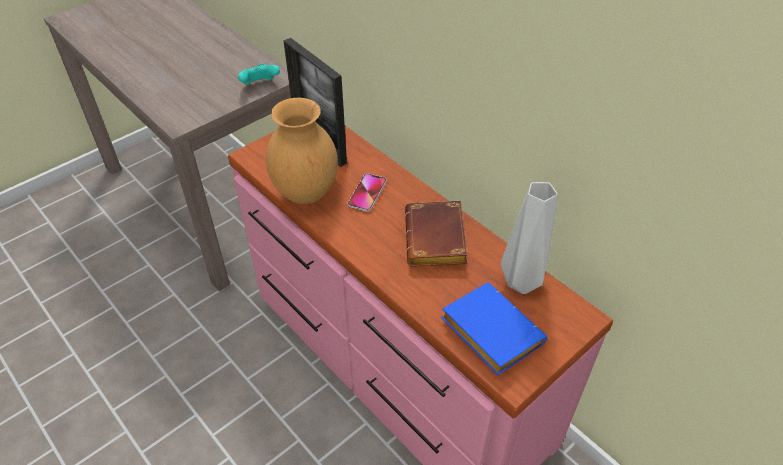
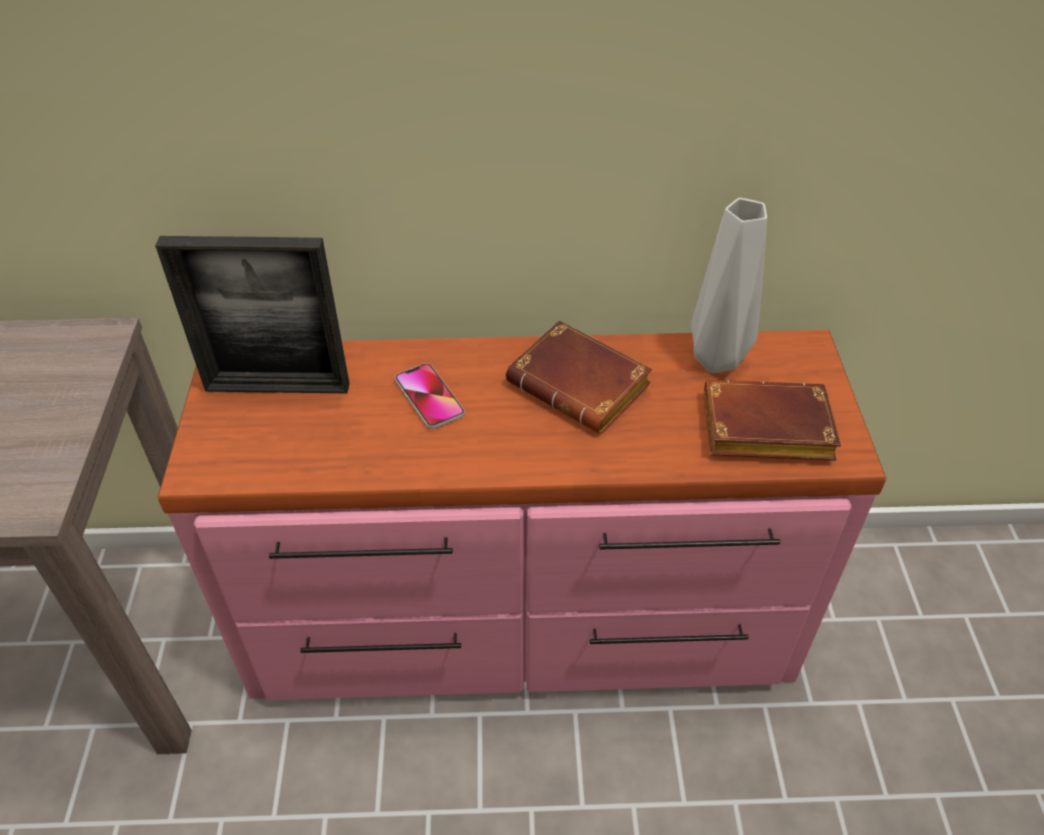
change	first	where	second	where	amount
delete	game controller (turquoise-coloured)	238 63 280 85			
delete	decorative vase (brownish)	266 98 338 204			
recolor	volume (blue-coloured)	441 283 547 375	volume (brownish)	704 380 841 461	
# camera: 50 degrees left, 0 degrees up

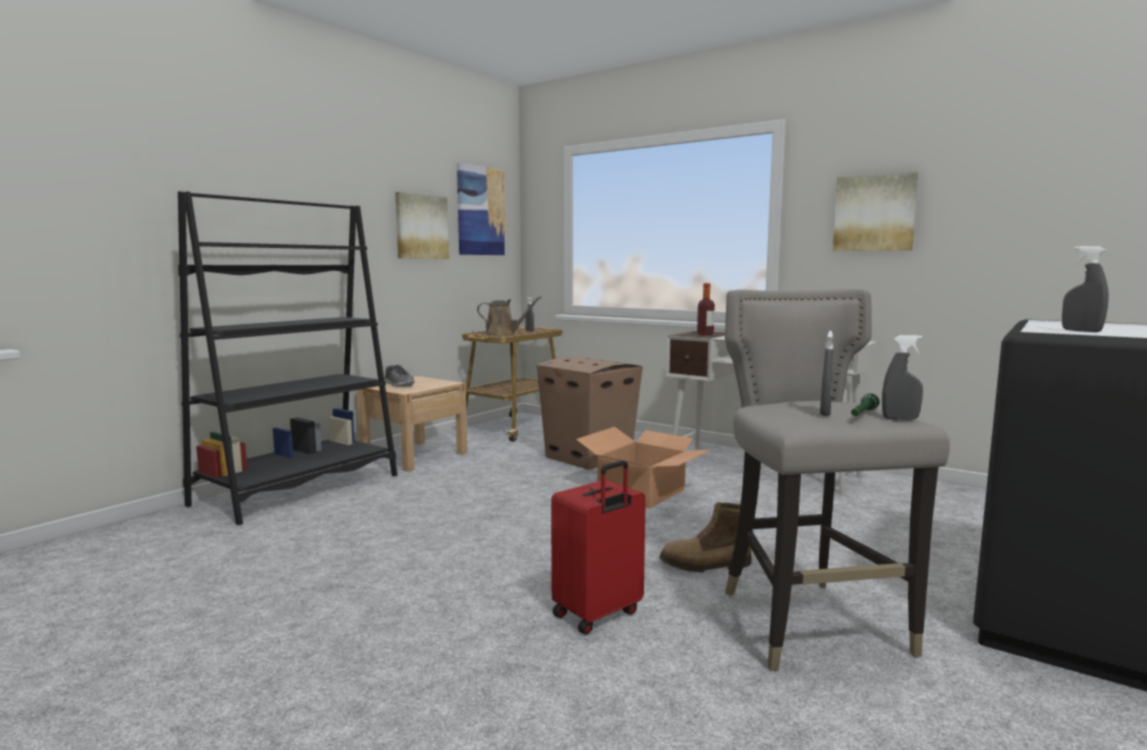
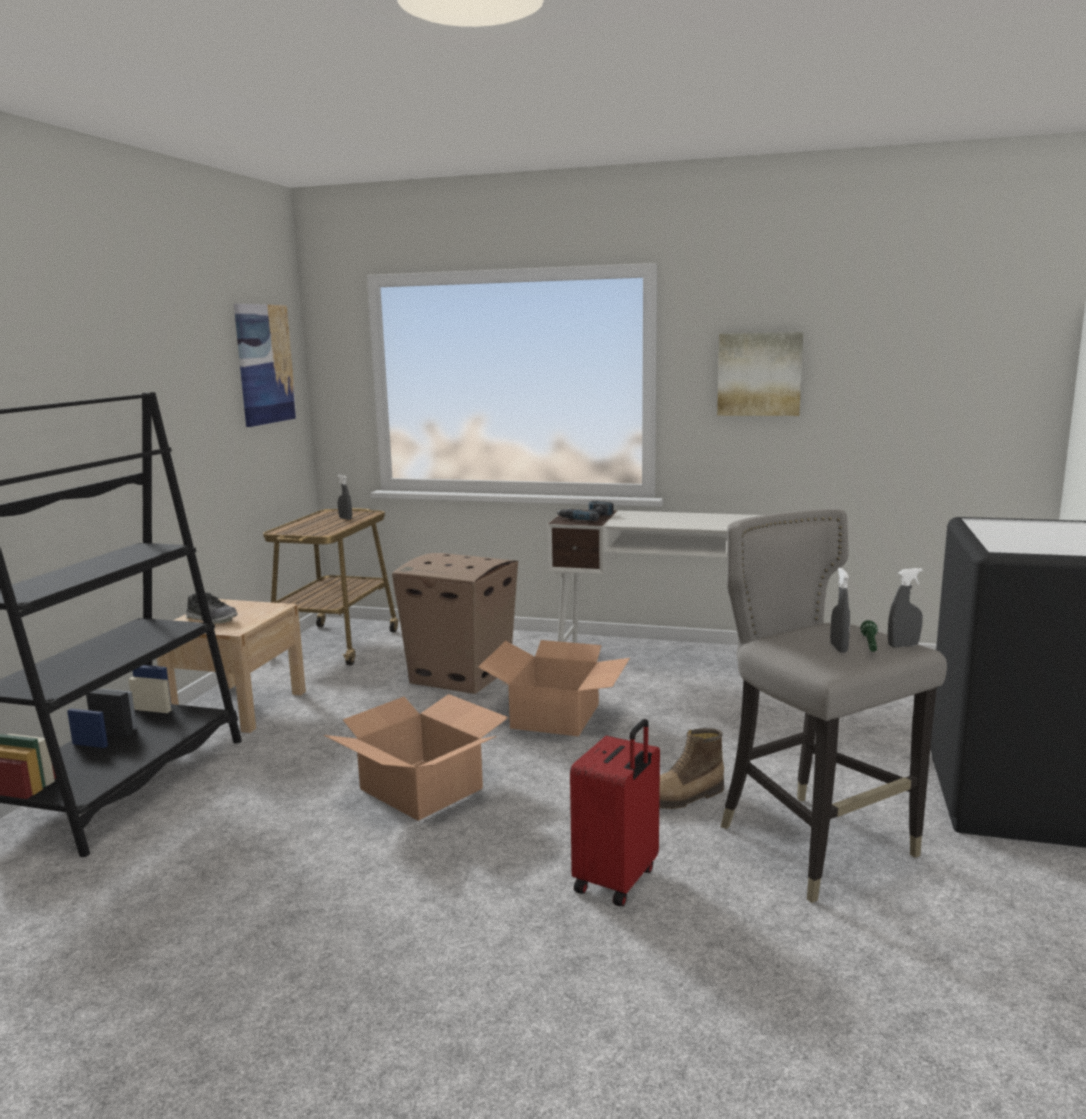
change	first	where	second	where	amount
delete	wall picture	395 192 449 259			
delete	watering pot (brownish)	477 296 542 336			
delete	sprayer (greyish)	1062 246 1109 332			
insert			cardboard box	324 694 509 821	
replace	beverage bottle	697 283 715 335	electric drill	556 501 614 521	
# camera: 20 degrees left, 5 degrees up

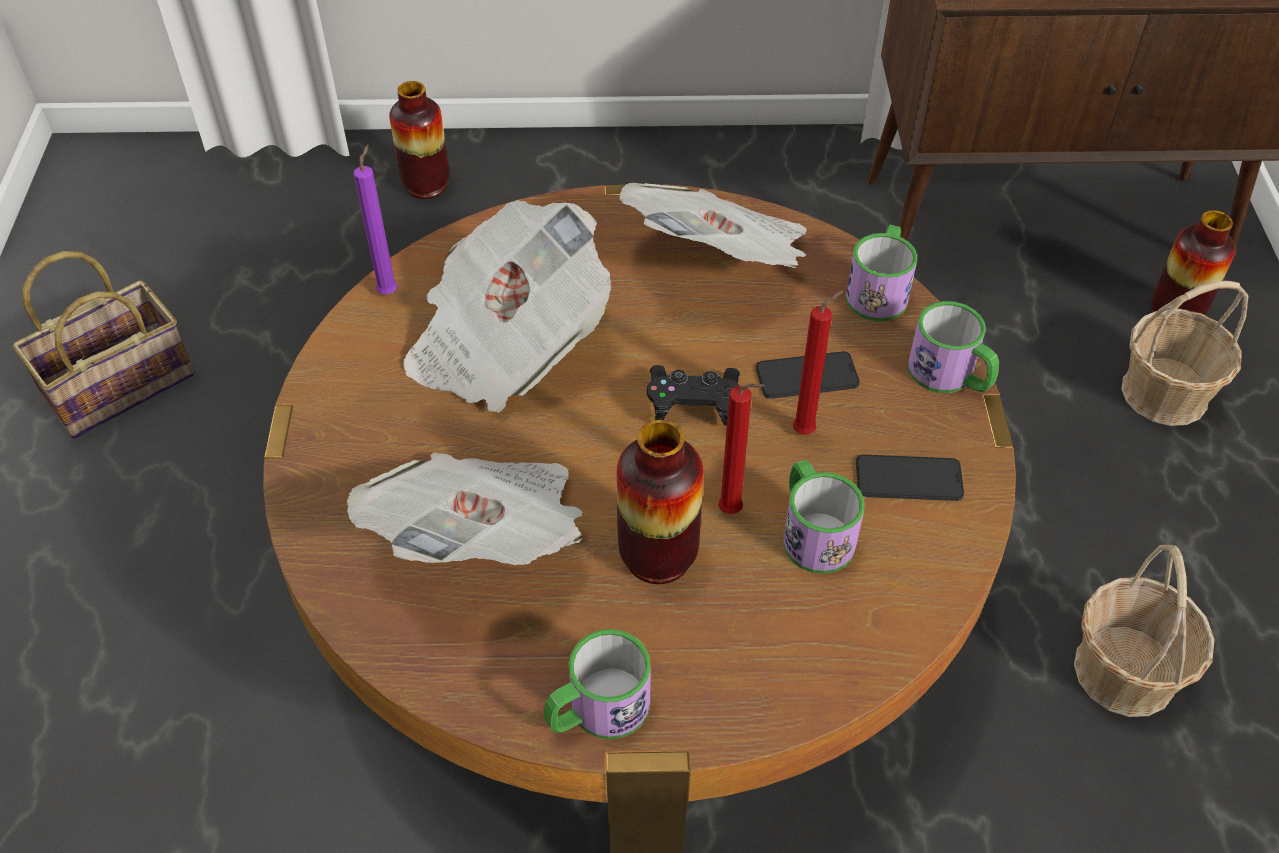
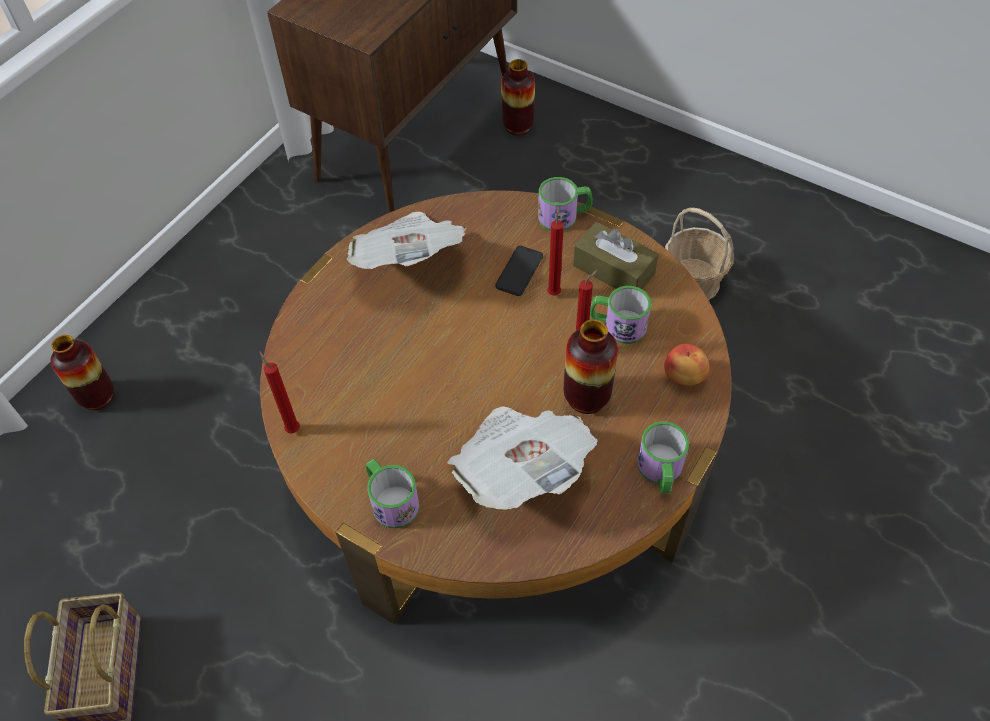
change	first	where	second	where	amount
delete	daily paper	403 200 611 413			
delete	game controller (black)	647 365 740 425			
delete	basket	1121 281 1249 426			
insert			apple fruit	664 344 710 386	
move	tea mug	846 225 917 321		366 459 419 529	
replace	handset	856 455 964 501	tissue box (brownish)	573 222 659 290	
recolor	wax light (purple)	353 144 398 294	wax light (red-coloured)	260 351 300 434	
# camera: 55 degrees left, 5 degrees up

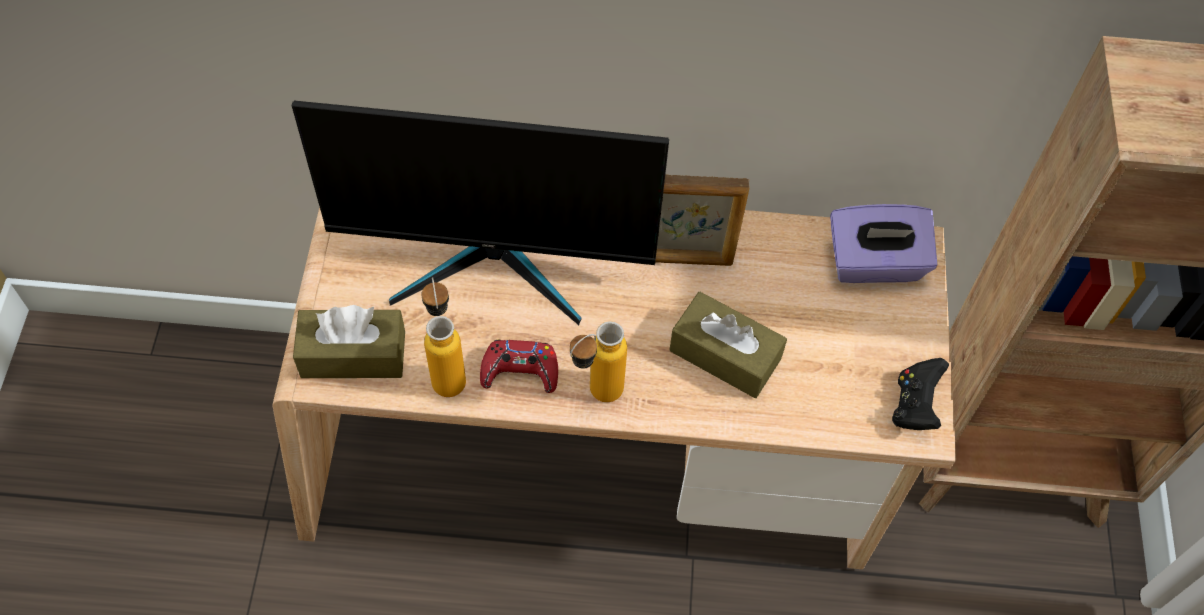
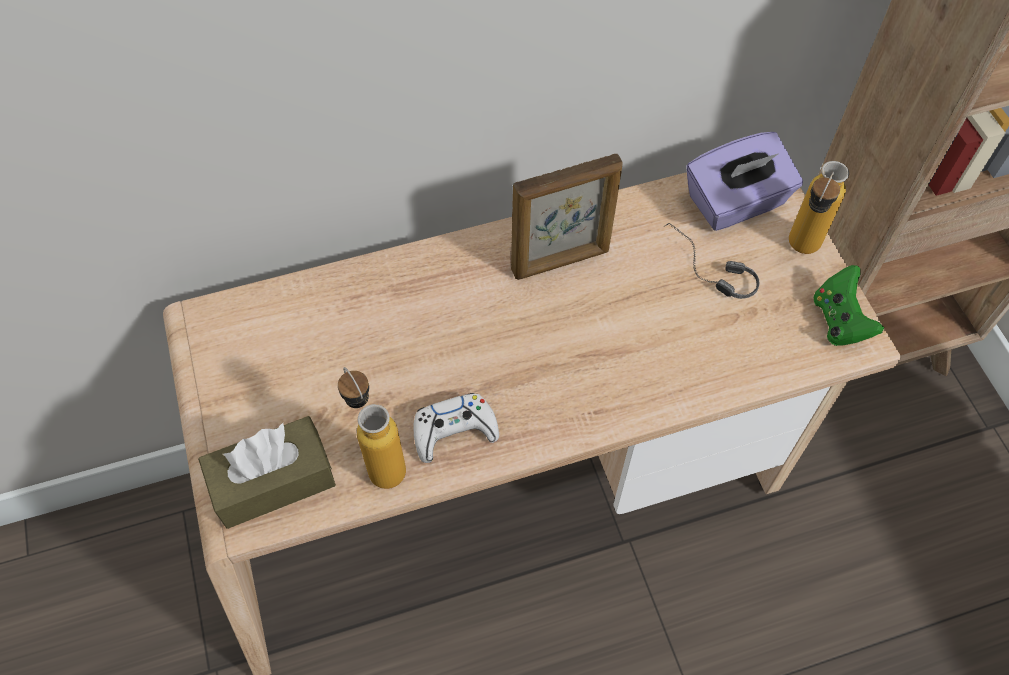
change	first	where	second	where	amount
delete	computer screen	292 101 669 325			
delete	tissue box (brownish)	669 292 787 398			
insert			pair of headphones	664 223 760 299	
move	beverage bottle	570 322 627 402		789 161 849 254	
recolor	game controller (red-coloured)	480 340 558 393	game controller (white)	414 393 499 463	
recolor	game controller (black)	892 358 949 430	game controller (greenish)	814 265 884 346	
# camera: 20 degrees left, 0 degrees up

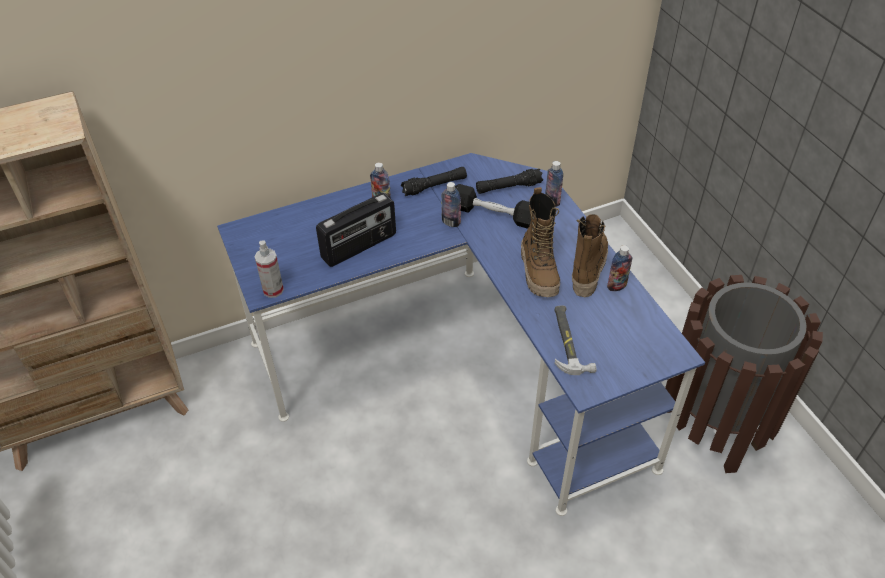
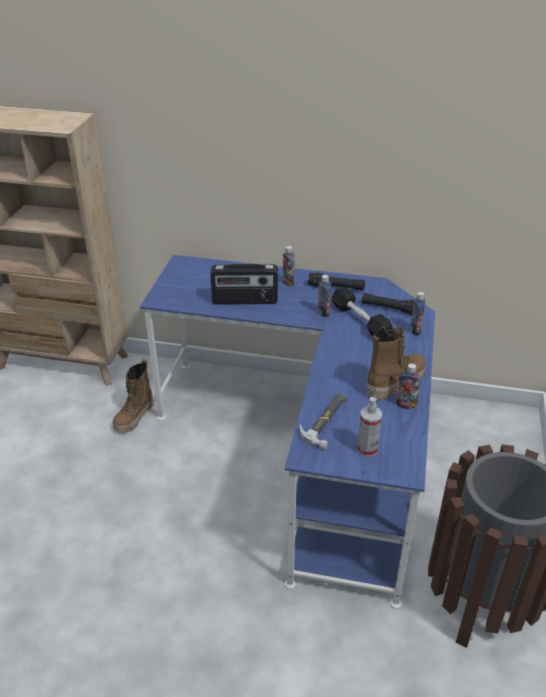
change	first	where	second	where	amount
move	sprayer	254 240 284 298		357 397 382 457	
move	boot	521 187 560 297		113 360 153 433	
# camera: 35 degrees right, 10 degrees down

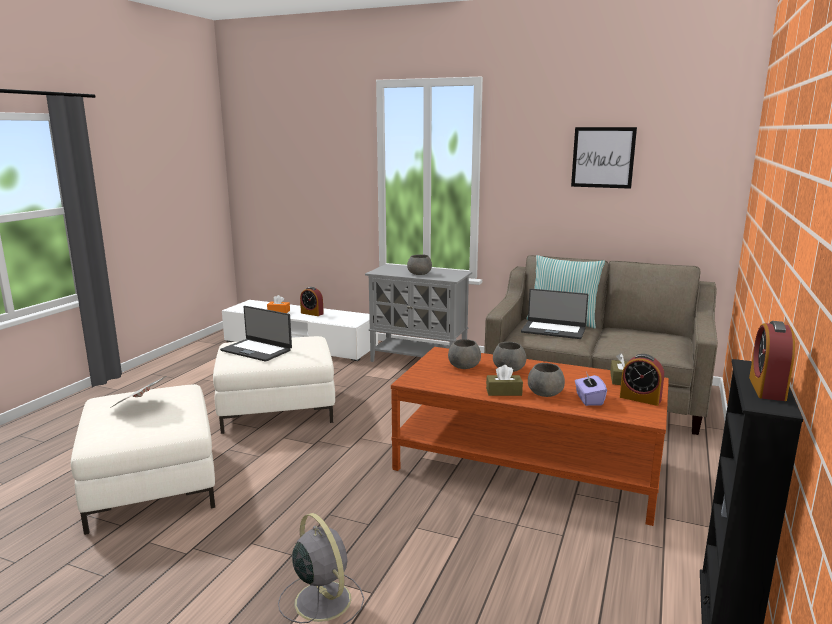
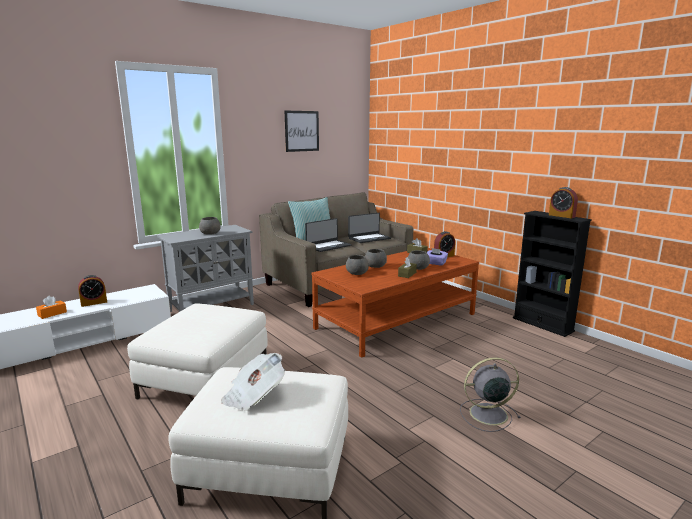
change	first	where	second	where	amount
move	portable computer	220 306 292 362		348 213 391 243	
# camera: 60 degrees left, 0 degrees up

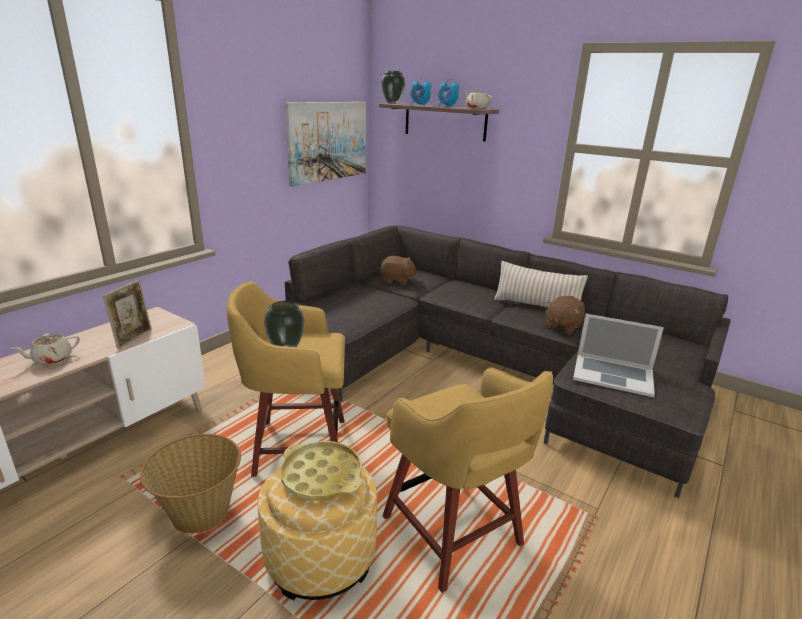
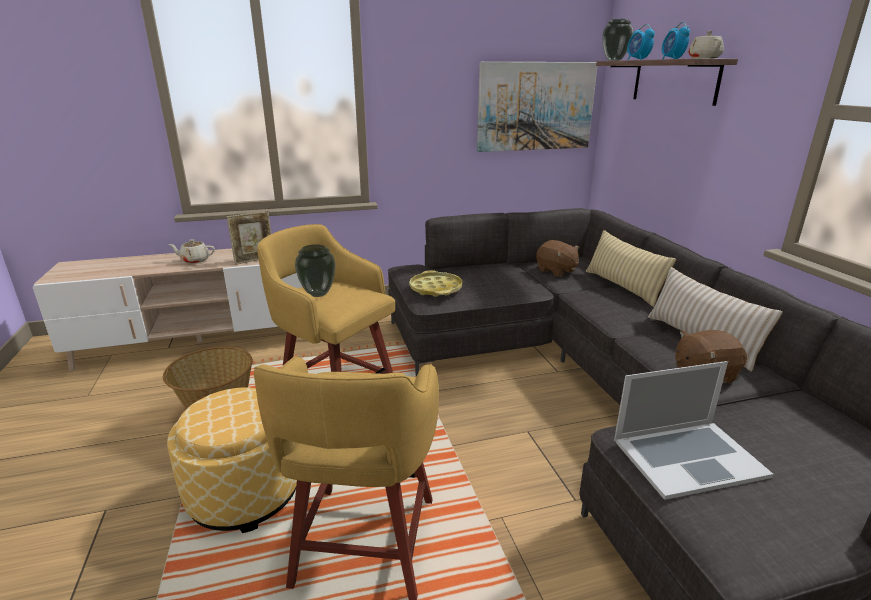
change	first	where	second	where	amount
insert			throw pillow (sand-coloured)	586 230 676 307	
move	tray (yellow-coloured)	281 441 362 501		409 270 462 297	
rotate	portable computer	573 314 664 397		614 361 773 500	75 degrees counterclockwise
# camera: 40 degrees right, 0 degrees up

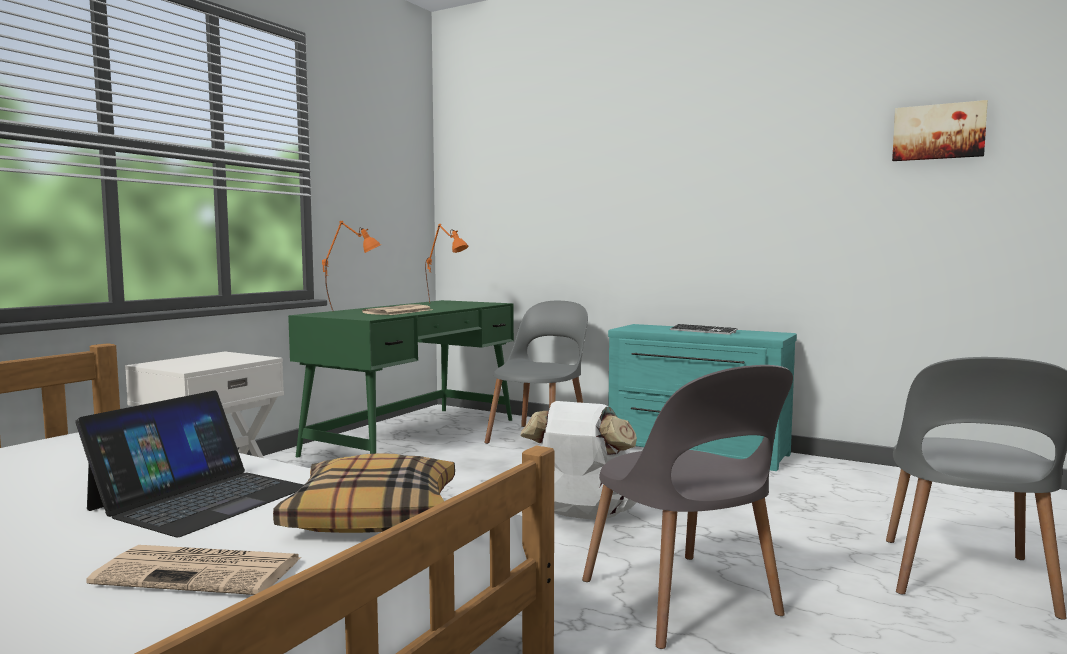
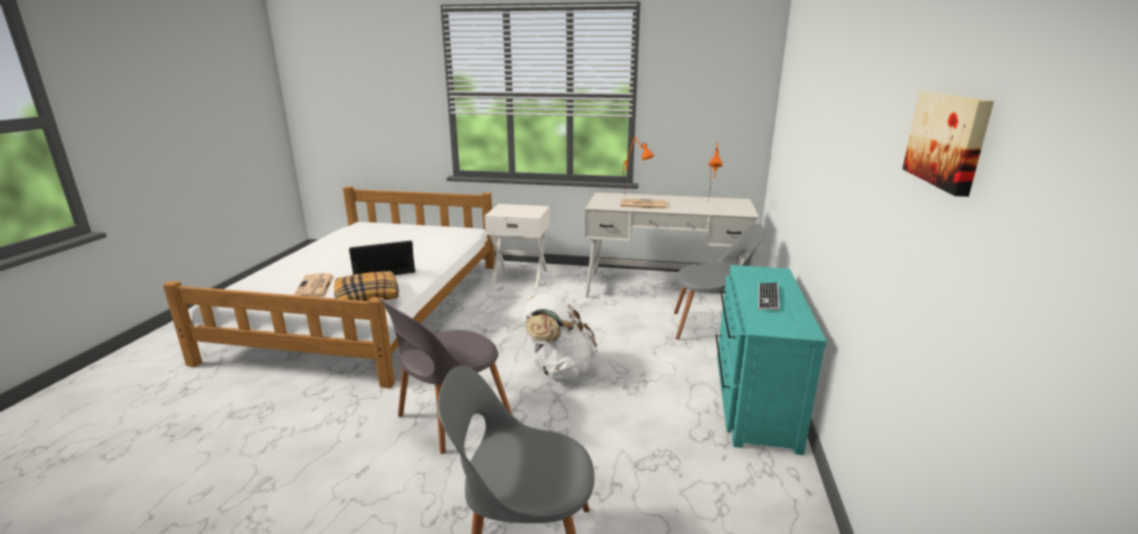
change	first	where	second	where	amount
recolor	desk unit (greenish)	288 300 514 457	desk unit (white)	585 192 759 298	
rotate	portable computer	75 390 304 537		349 240 415 275	150 degrees clockwise
# camera: 70 degrees right, 15 degrees up

